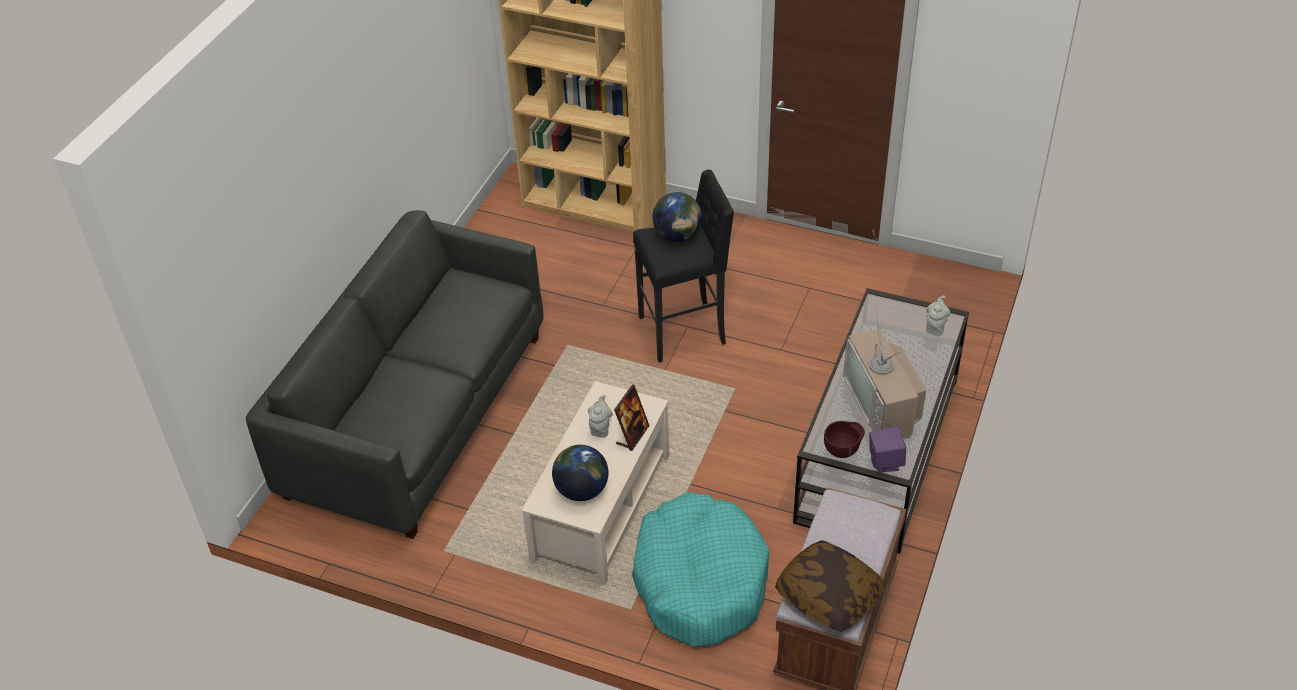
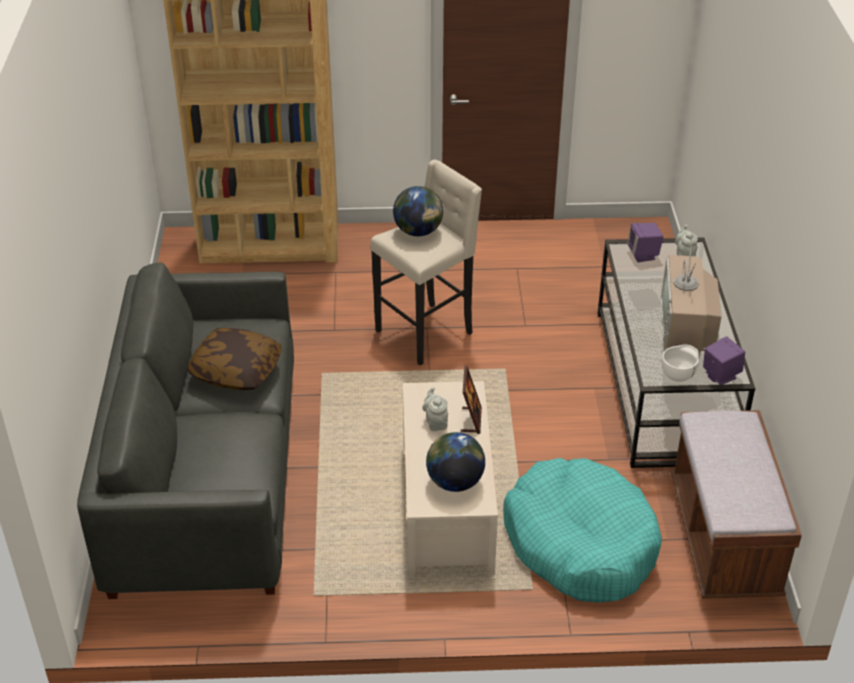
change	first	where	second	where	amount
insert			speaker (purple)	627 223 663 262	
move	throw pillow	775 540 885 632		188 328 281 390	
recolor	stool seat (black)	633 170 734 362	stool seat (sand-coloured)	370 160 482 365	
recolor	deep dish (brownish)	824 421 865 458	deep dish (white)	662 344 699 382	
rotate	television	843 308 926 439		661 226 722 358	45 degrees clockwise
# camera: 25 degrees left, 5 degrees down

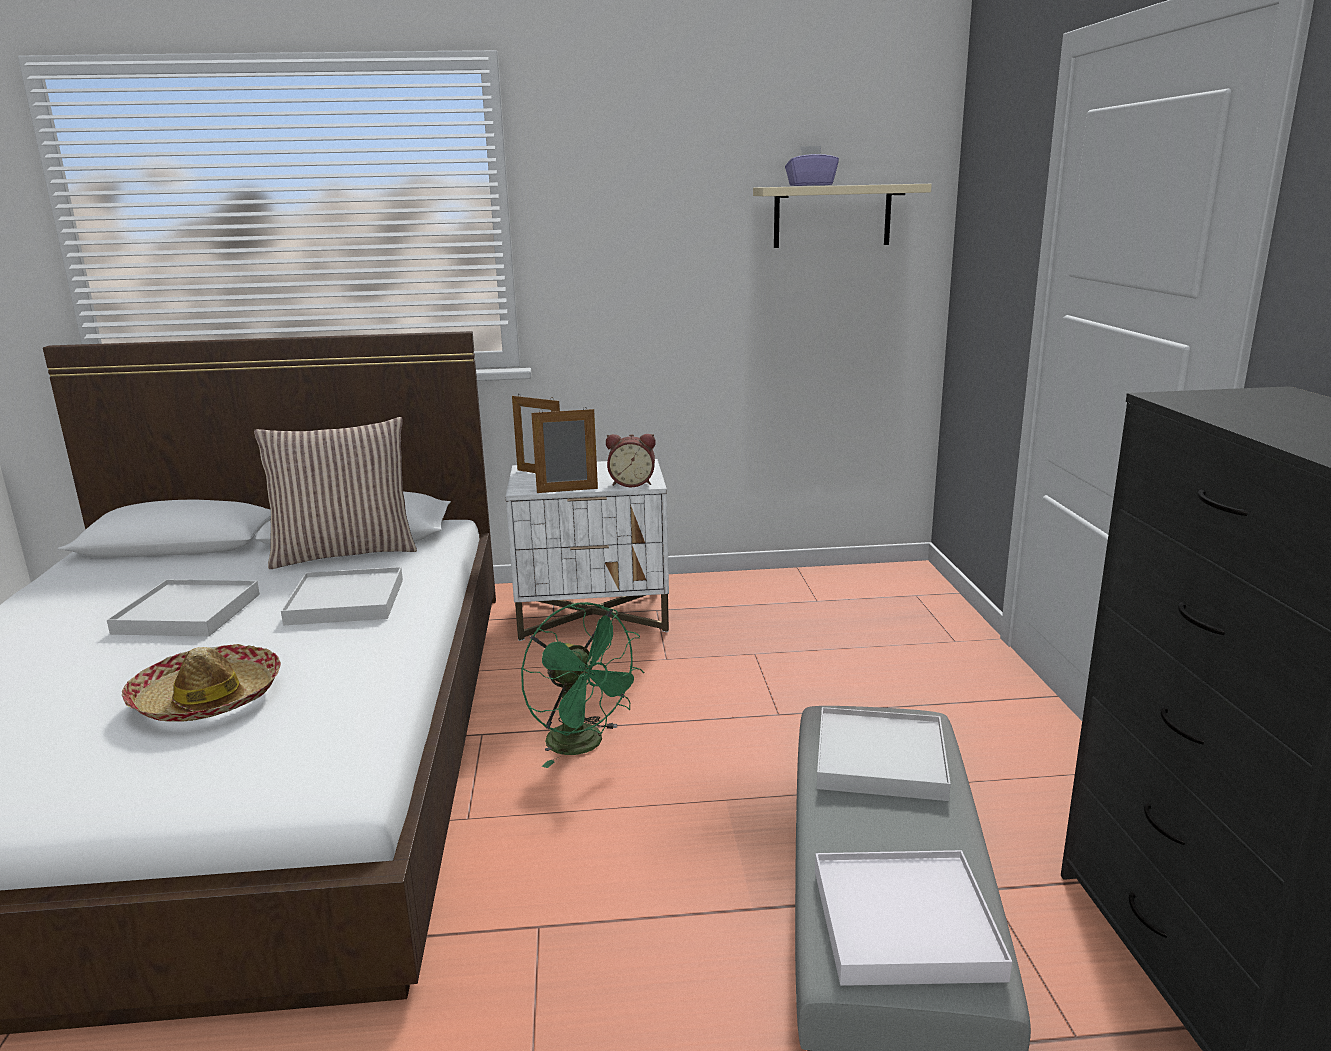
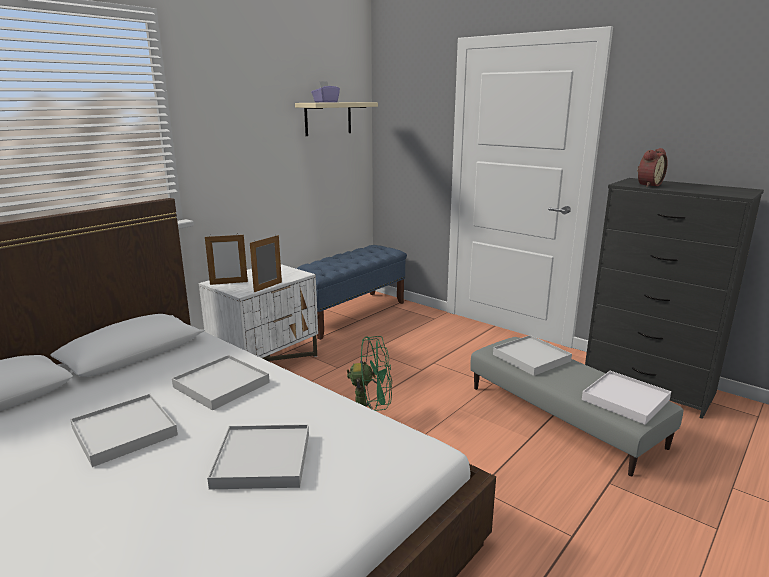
change	first	where	second	where	amount
delete	throw pillow	254 417 417 569			
insert			indoor bench (blue-coloured)	296 245 407 340	
move	alarm clock	606 434 656 487		637 148 668 187	
replace	clothing hat	122 644 281 722	tray (white)	207 424 309 490	
# camera: 45 degrees left, 0 degrees up

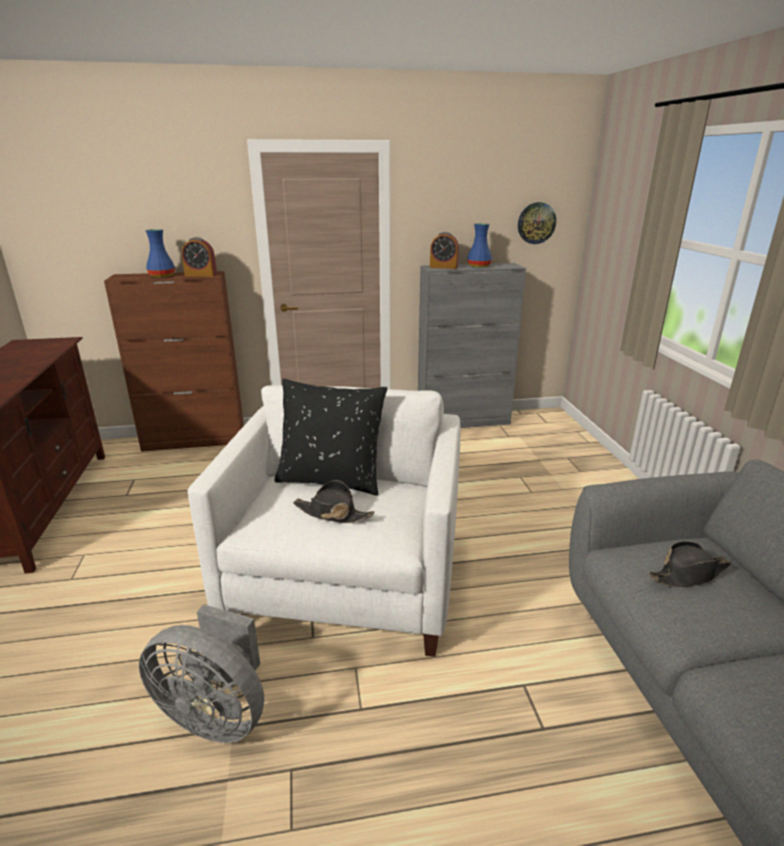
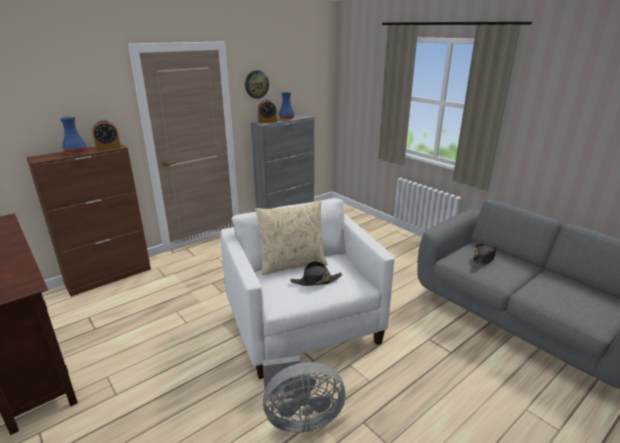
change	first	where	second	where	amount
move	hanging clock	518 202 556 244		245 70 269 99	
recolor	throw pillow (black)	274 379 387 496	throw pillow (sand-coloured)	255 200 328 275	
# camera: 30 degrees left, 0 degrees up

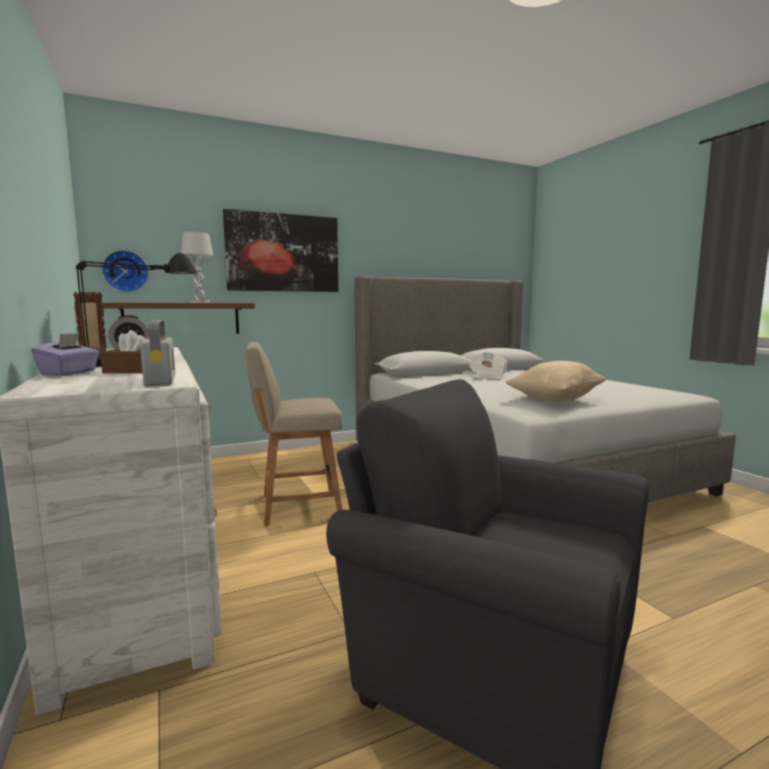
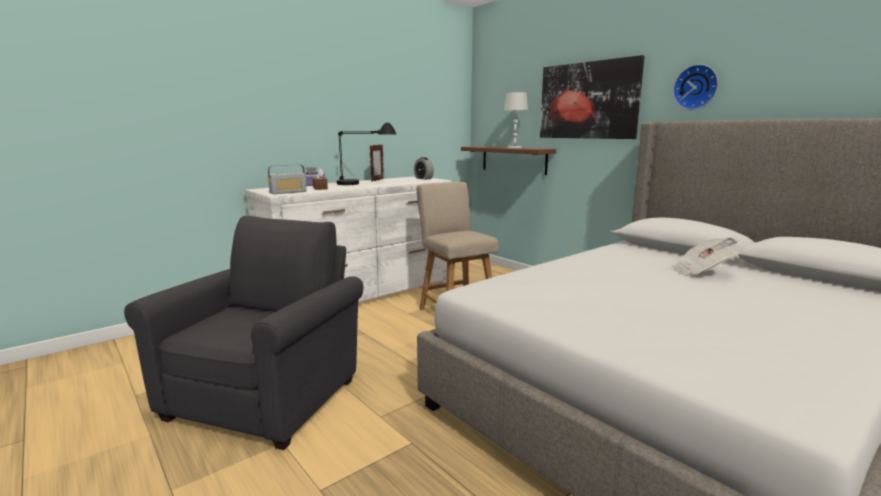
change	first	where	second	where	amount
delete	throw pillow (sand-coloured)	505 361 606 402			
move	hanging clock	101 250 149 293		673 64 718 110	
# camera: 75 degrees right, 5 degrees up

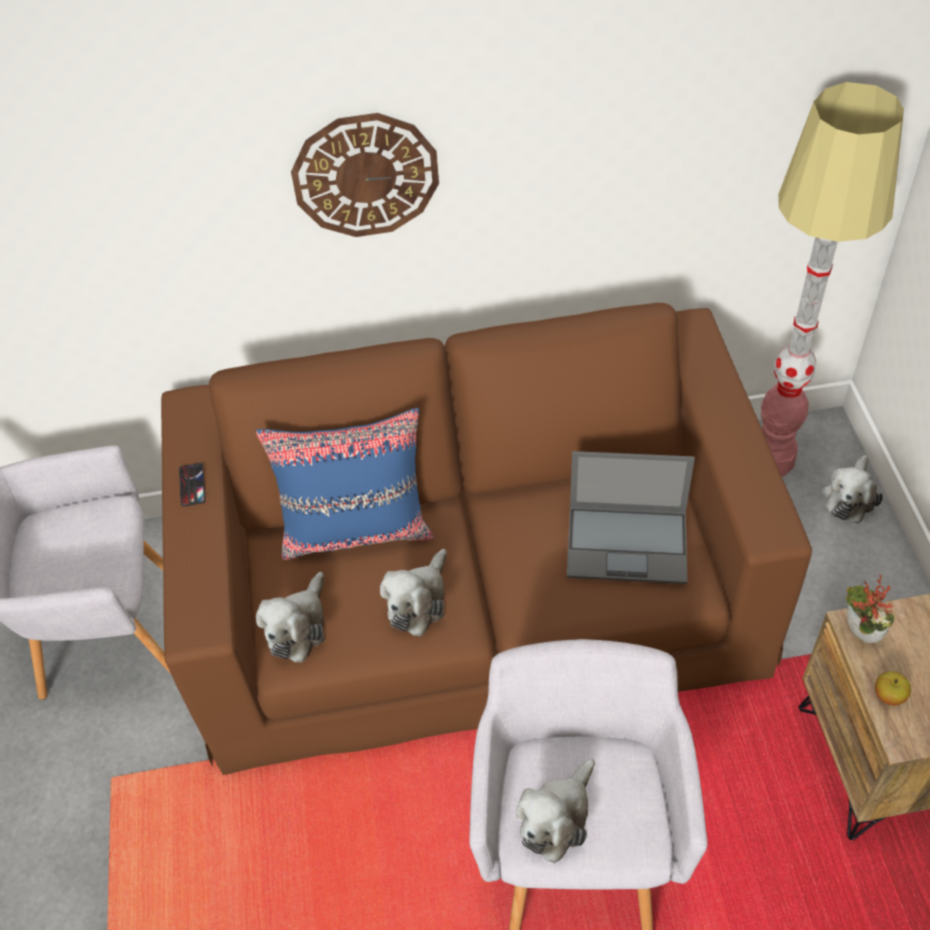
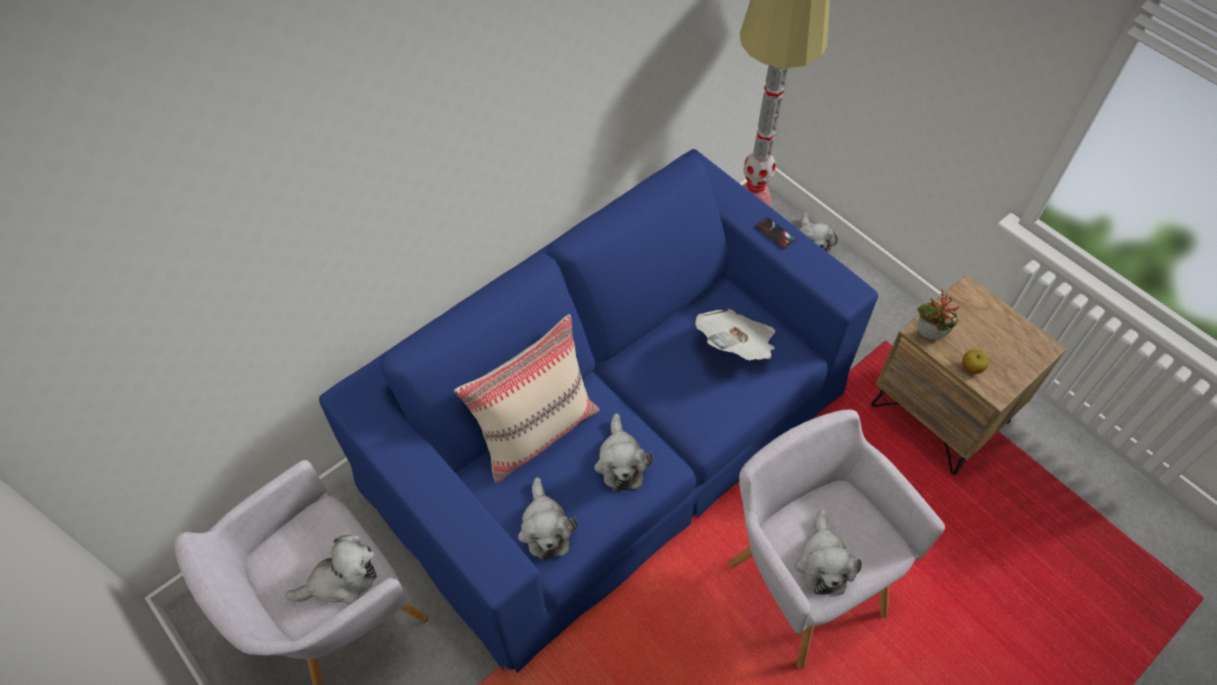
change	first	where	second	where	amount
delete	hanging clock	291 113 439 237			
insert			plush toy	285 535 377 605	
move	handset	179 463 206 507		755 217 796 249	
replace	portable computer	567 451 695 584	daily paper	695 309 775 360	
recolor	couch (brownish)	161 303 812 775	couch (blue-coloured)	319 149 878 673	
recolor	throw pillow (blue-coloured)	256 408 434 560	throw pillow (sand-coloured)	454 314 600 483	
# camera: 35 degrees left, 5 degrees up

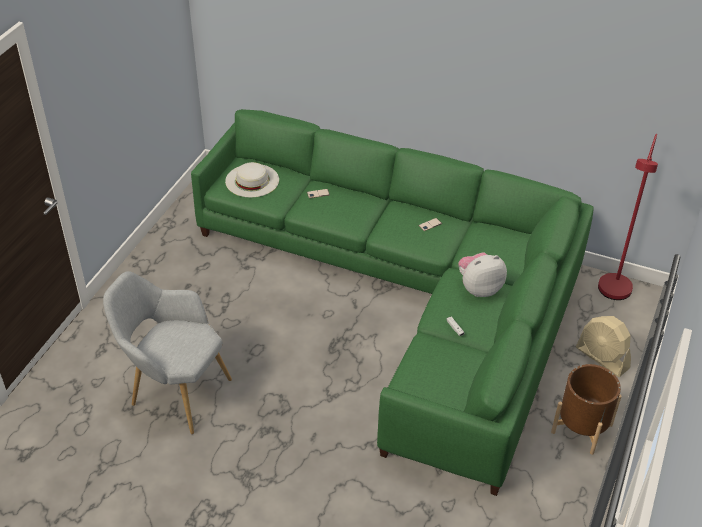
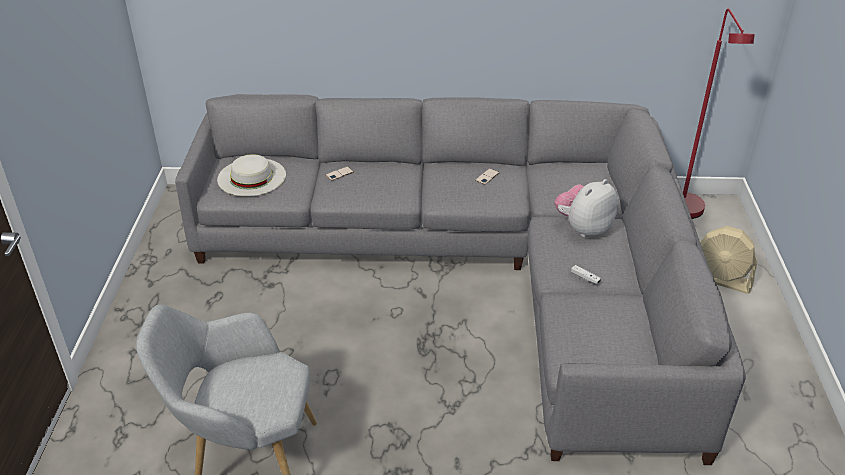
change	first	where	second	where	amount
delete	flower pot (brownish)	551 364 622 455			
recolor	couch (greenish)	191 109 594 496	couch (greyish)	175 94 746 465	
# camera: 20 degrees left, 5 degrees down

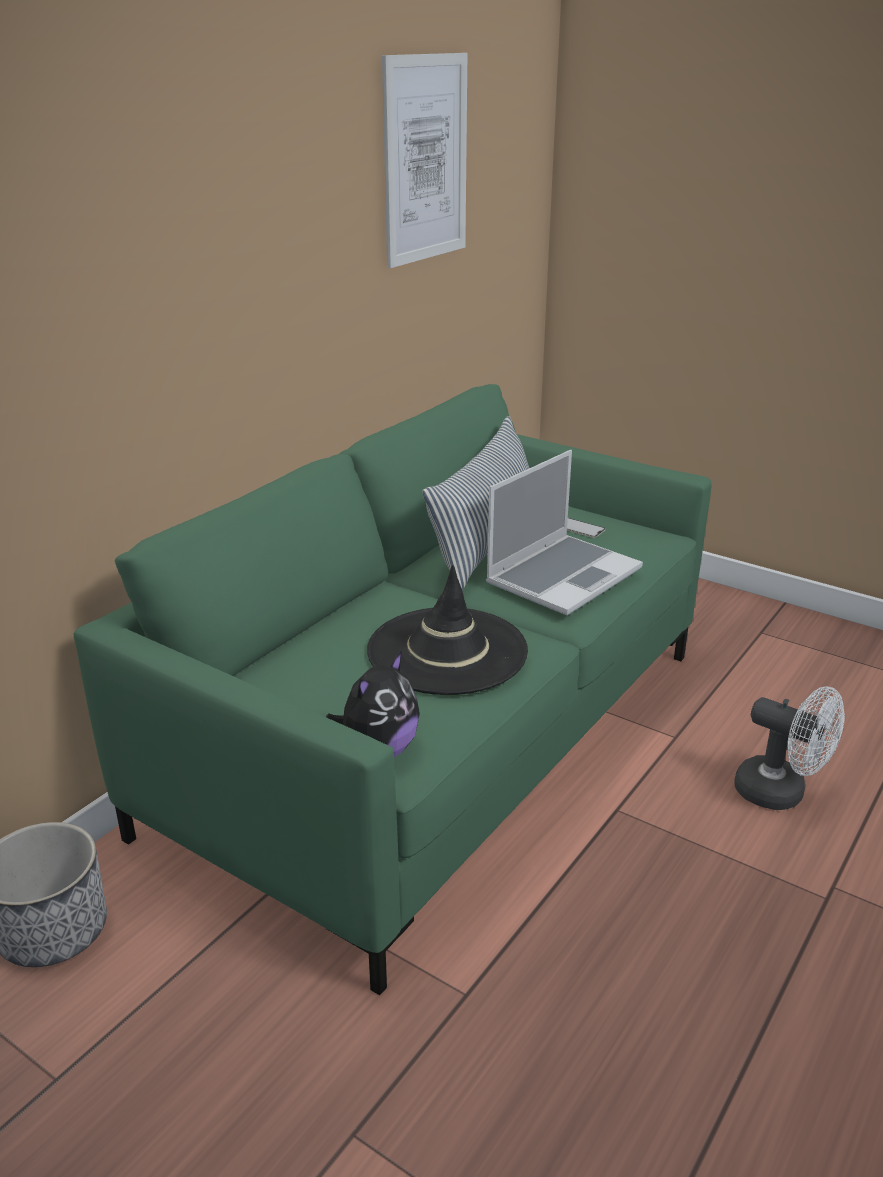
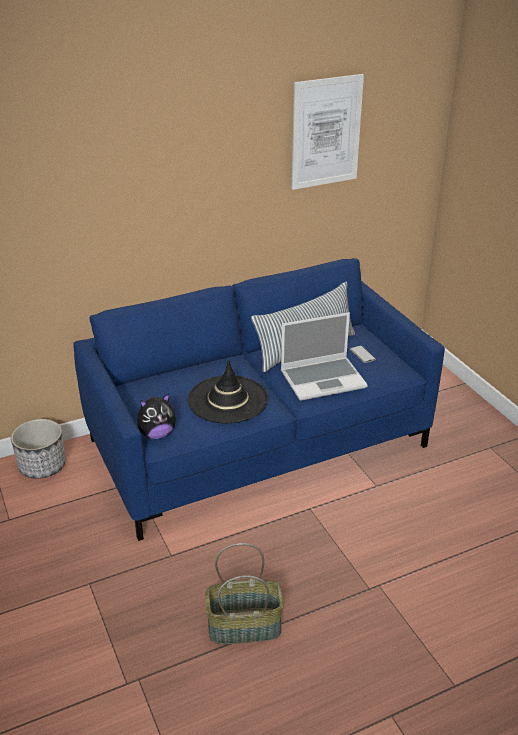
change	first	where	second	where	amount
delete	fan (white)	734 686 845 810			
insert			basket	205 543 284 644	
recolor	couch (greenish)	74 384 711 995	couch (blue-coloured)	73 258 445 541	
# camera: 30 degrees right, 5 degrees up

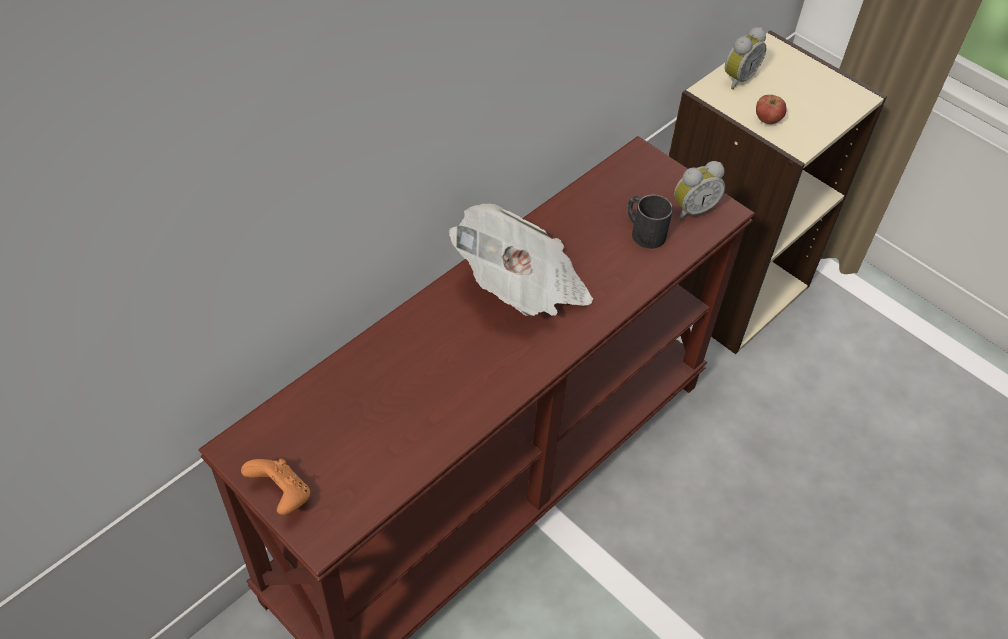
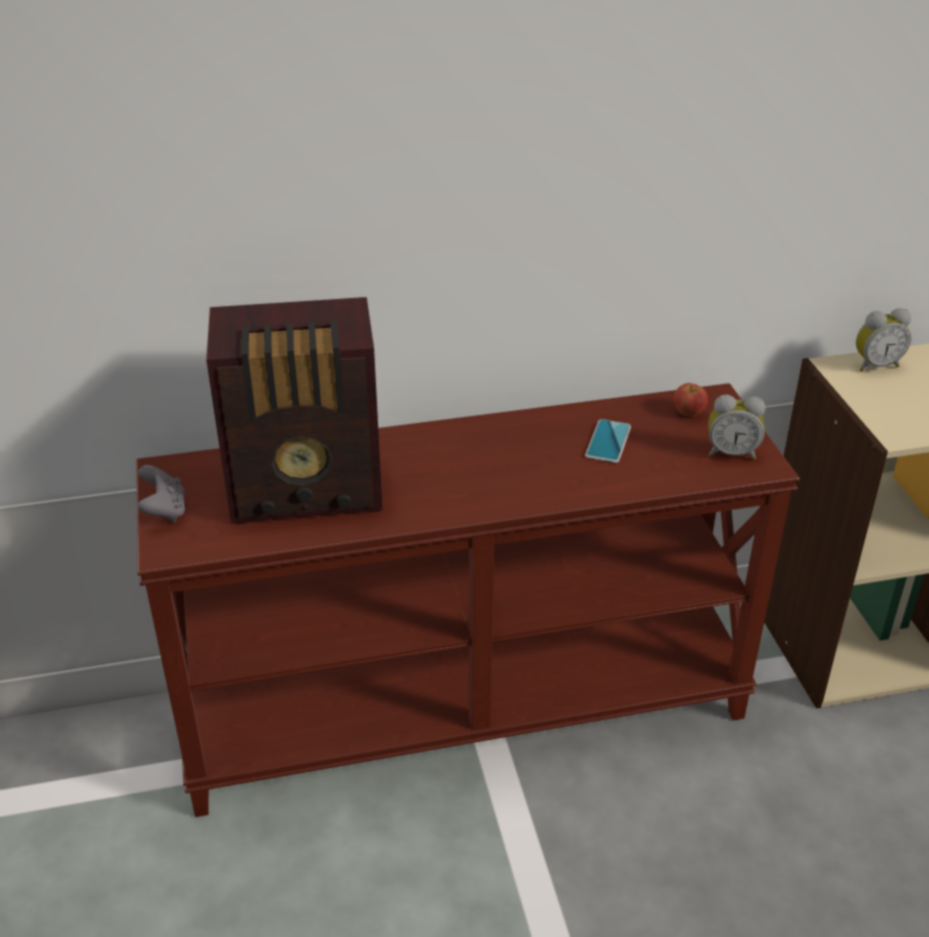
change	first	where	second	where	amount
delete	daily paper	449 203 593 317			
delete	tea mug (black)	627 194 673 249			
insert			radio set	206 297 382 524	
insert			handset	585 419 631 463	
move	apple fruit	756 95 787 124		674 383 708 417	
recolor	game controller (orange-coloured)	241 458 310 515	game controller (greyish)	138 465 185 522	
# camera: 35 degrees right, 15 degrees down

